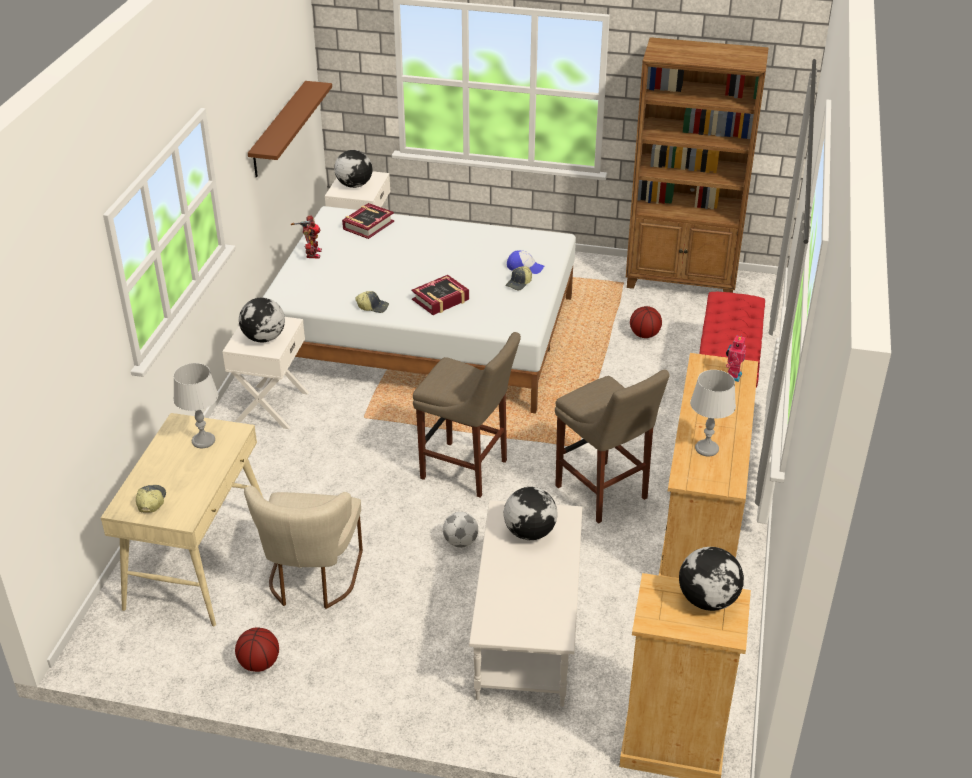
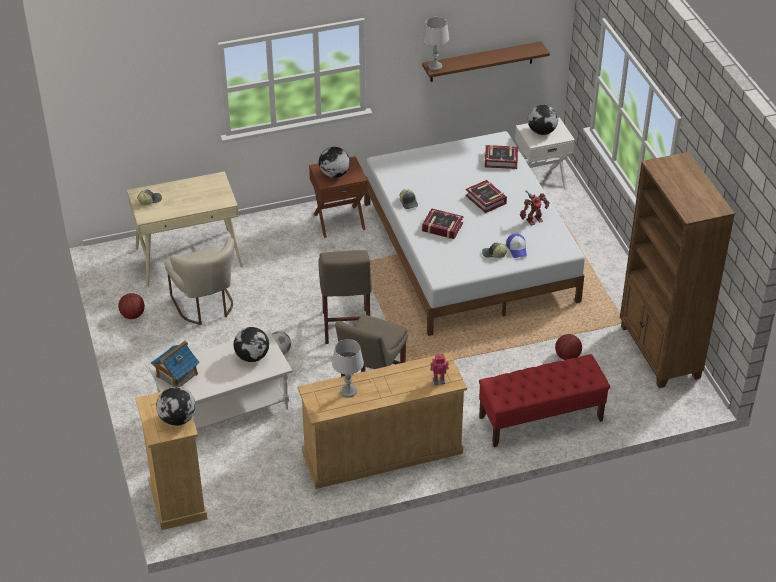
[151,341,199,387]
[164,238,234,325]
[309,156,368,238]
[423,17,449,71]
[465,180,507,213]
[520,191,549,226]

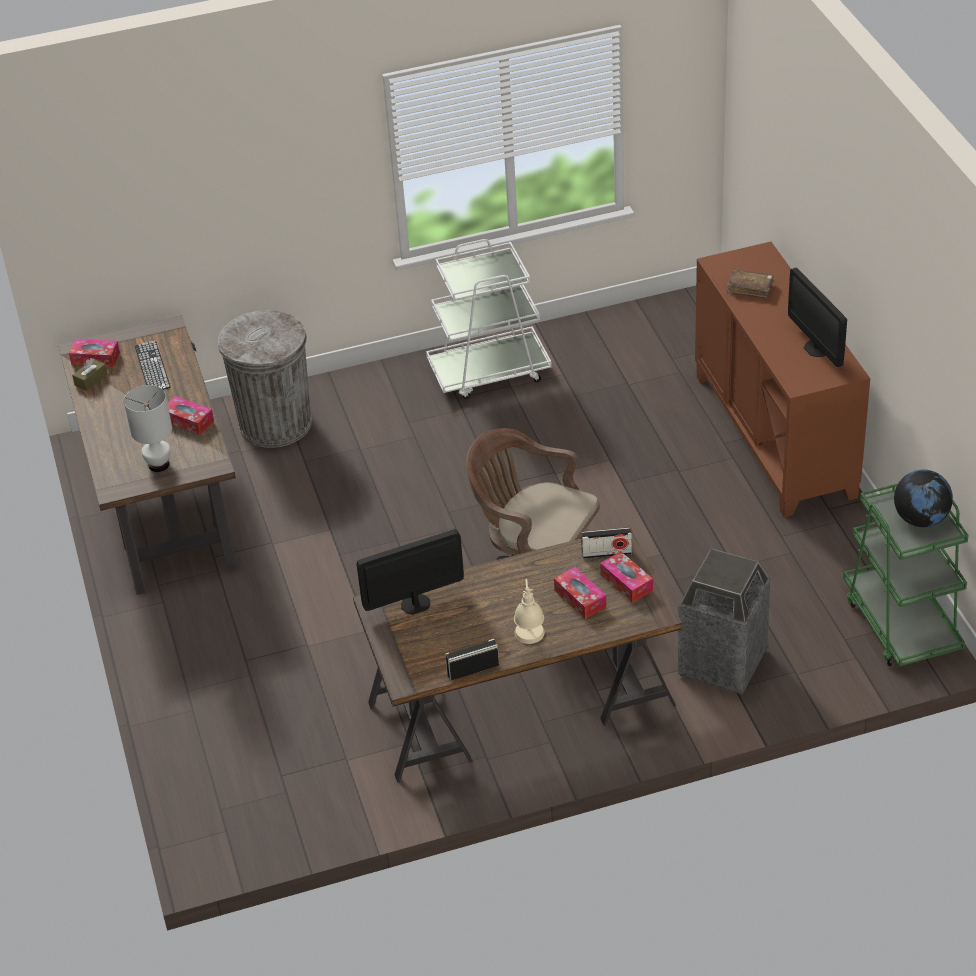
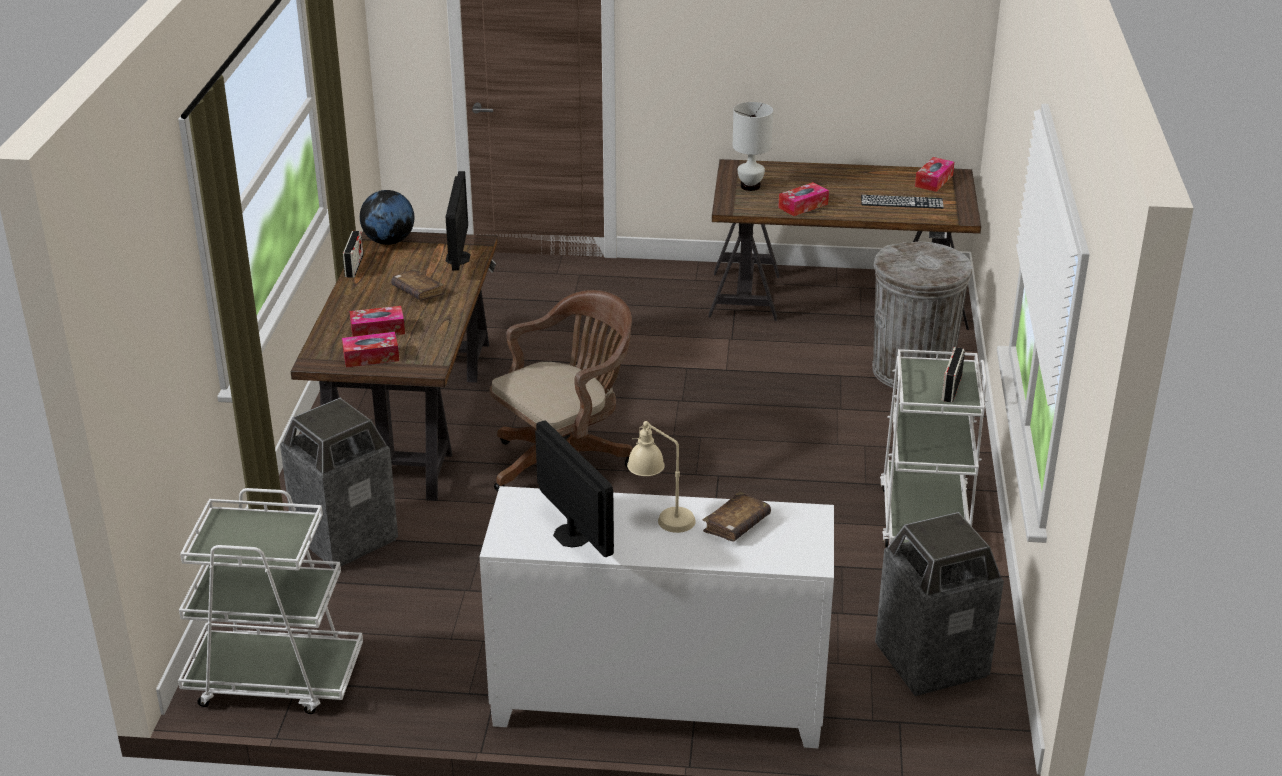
[178,488,363,714]
[360,190,414,245]
[391,269,444,301]
[480,486,834,748]
[535,420,614,557]
[627,421,696,533]
[875,512,1004,696]
[942,347,965,402]
[72,358,108,391] (first image)

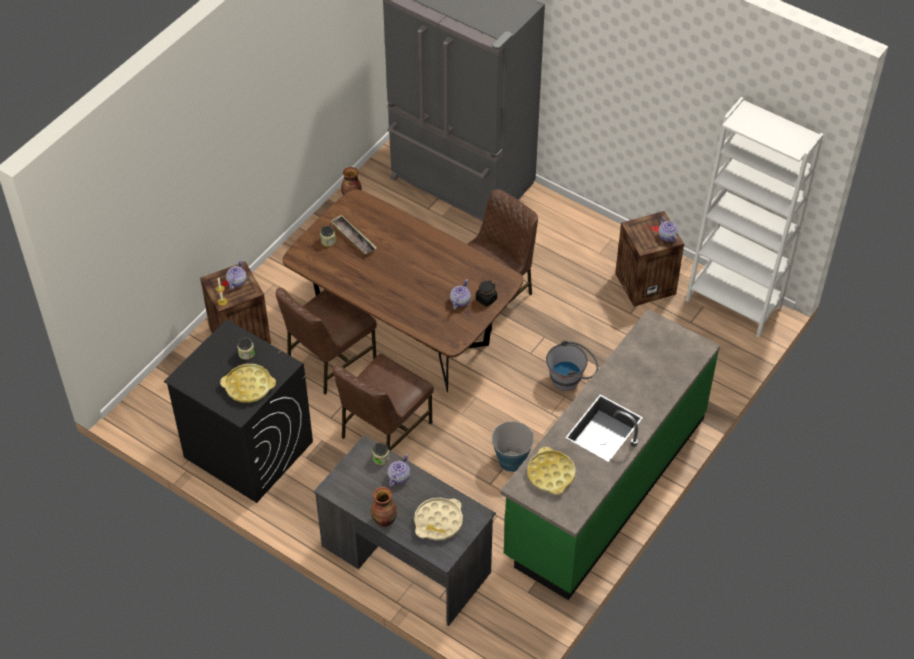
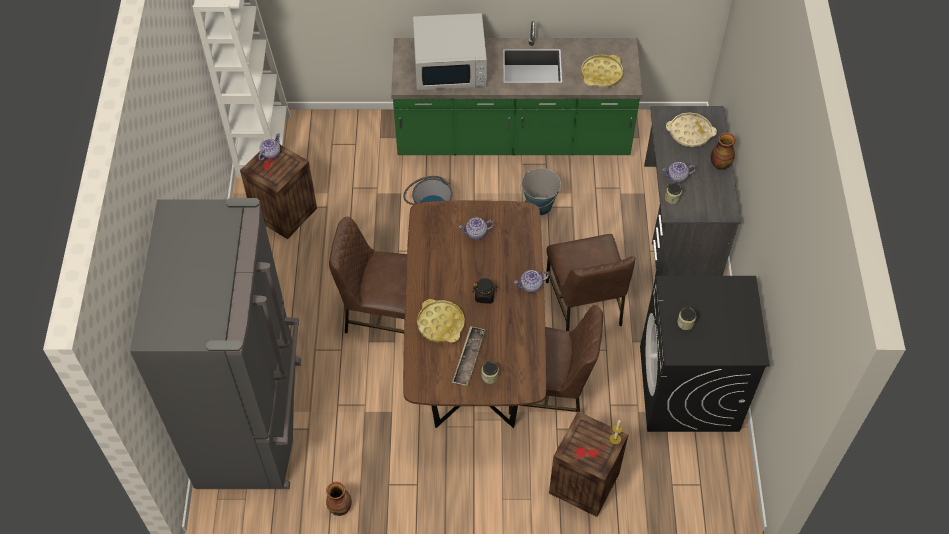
[413,13,487,90]
[417,299,465,343]
[473,278,497,304]
[514,270,549,293]
[546,234,635,331]

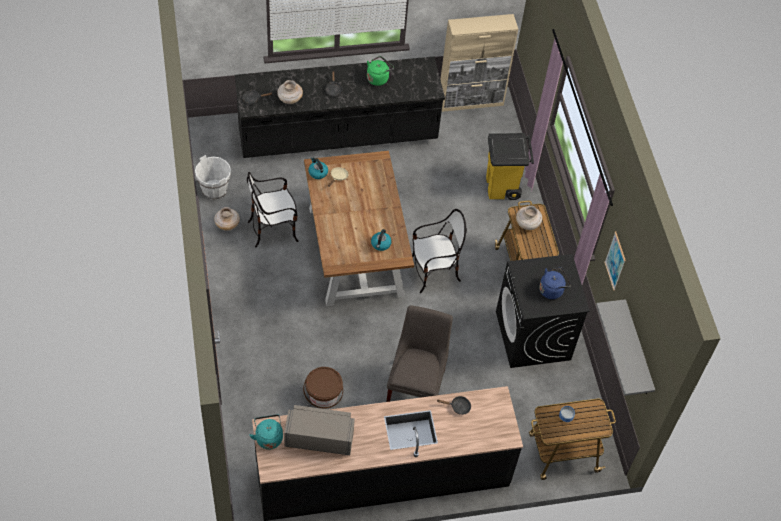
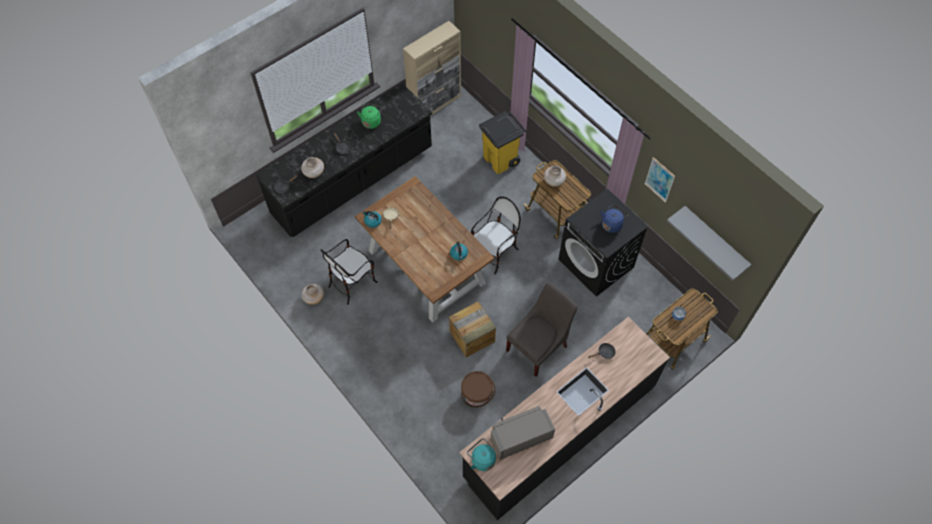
[449,301,496,358]
[506,282,578,377]
[195,155,231,200] (first image)

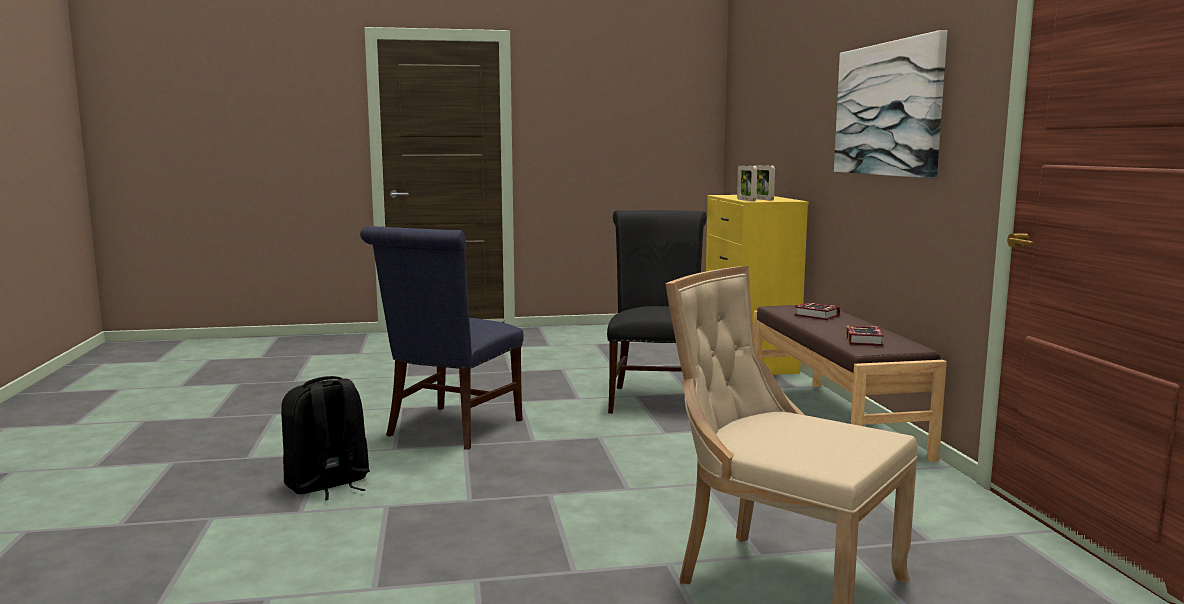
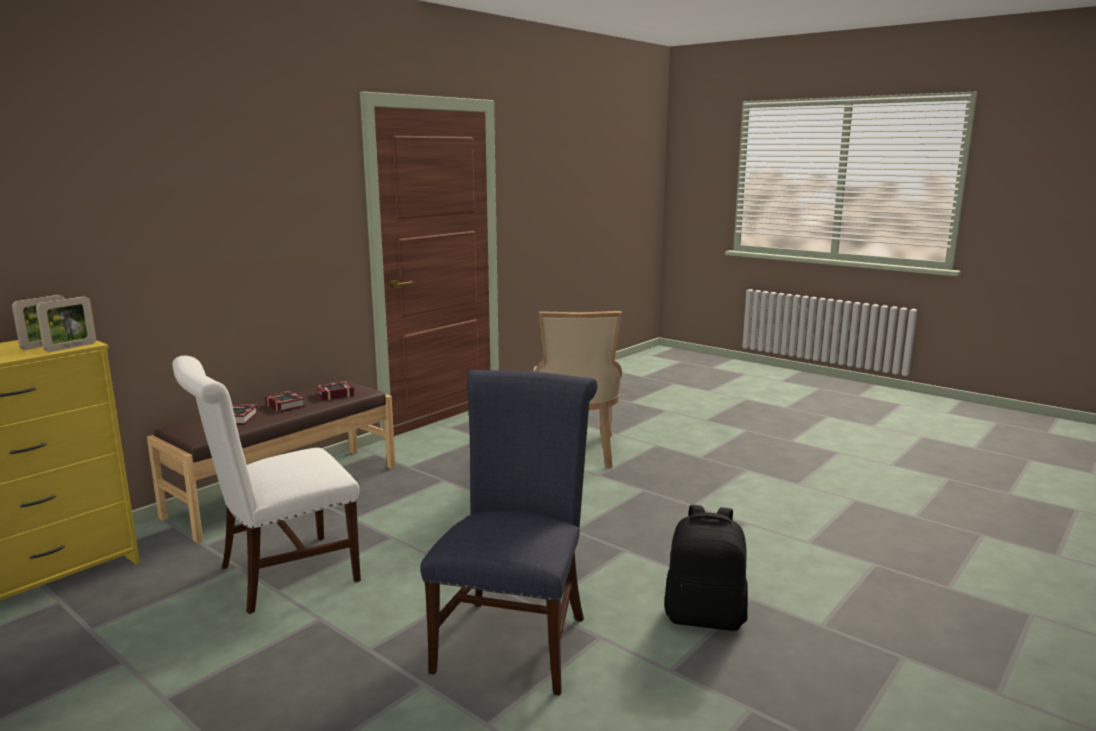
[172,356,361,614]
[265,391,306,412]
[421,370,597,696]
[834,30,948,178] (first image)

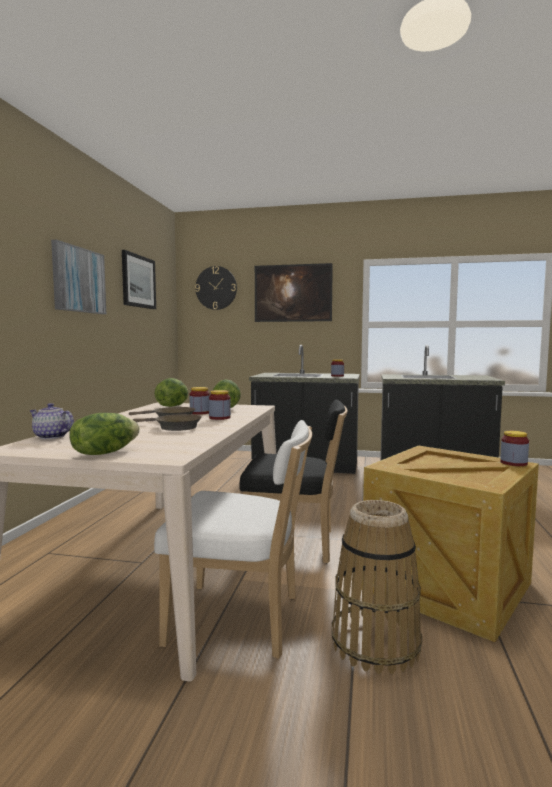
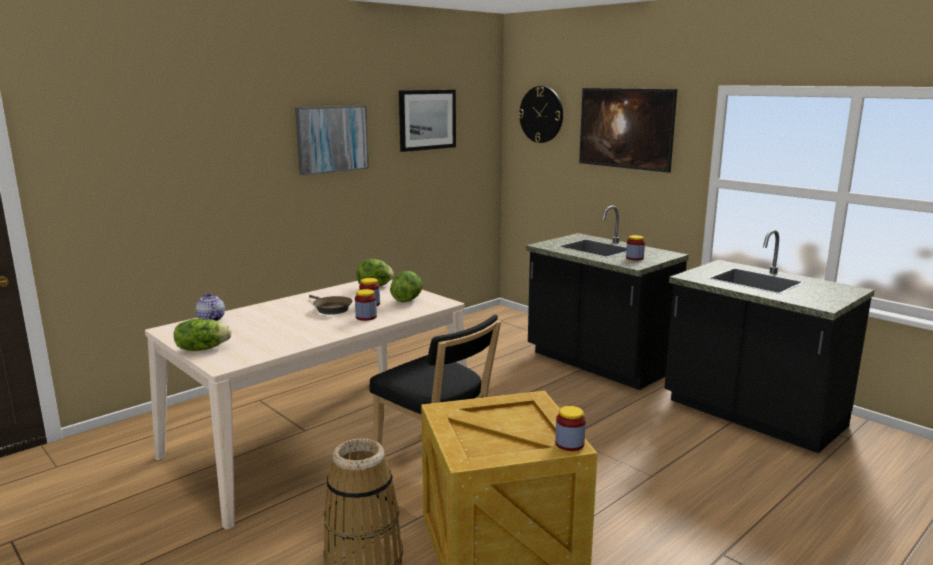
[133,414,202,431] (first image)
[154,420,312,659] (first image)

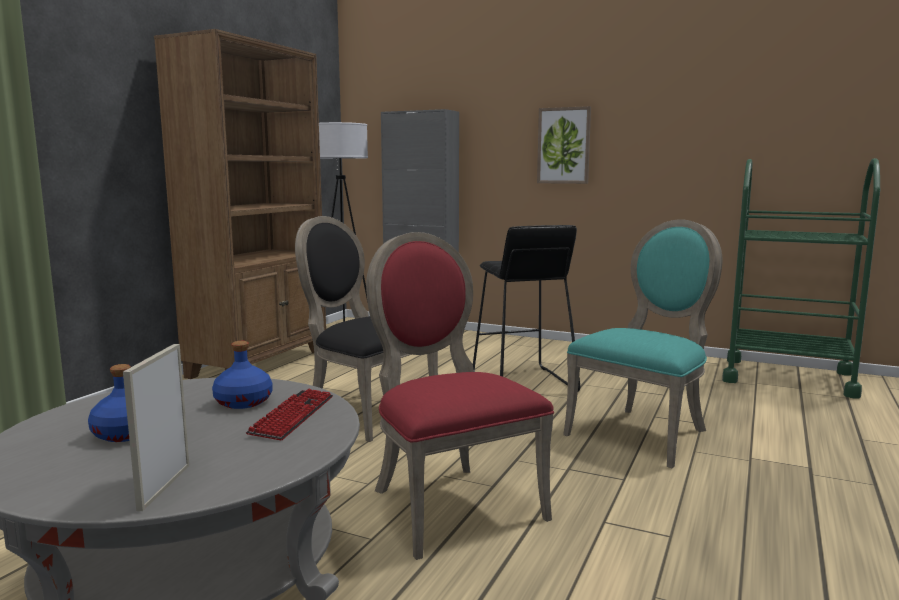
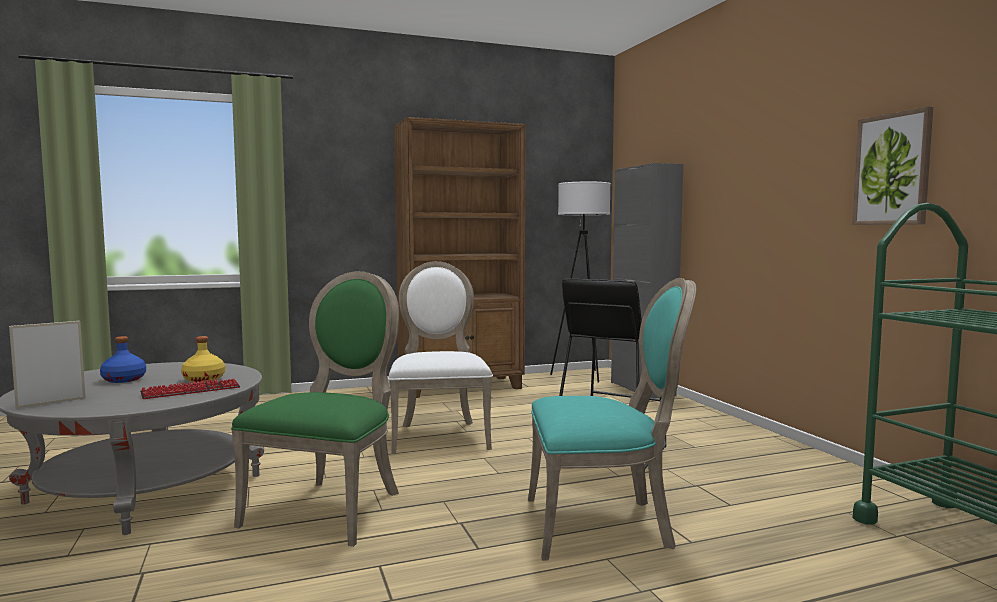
[181,336,225,383]
[231,271,399,547]
[388,261,493,454]
[852,106,933,225]

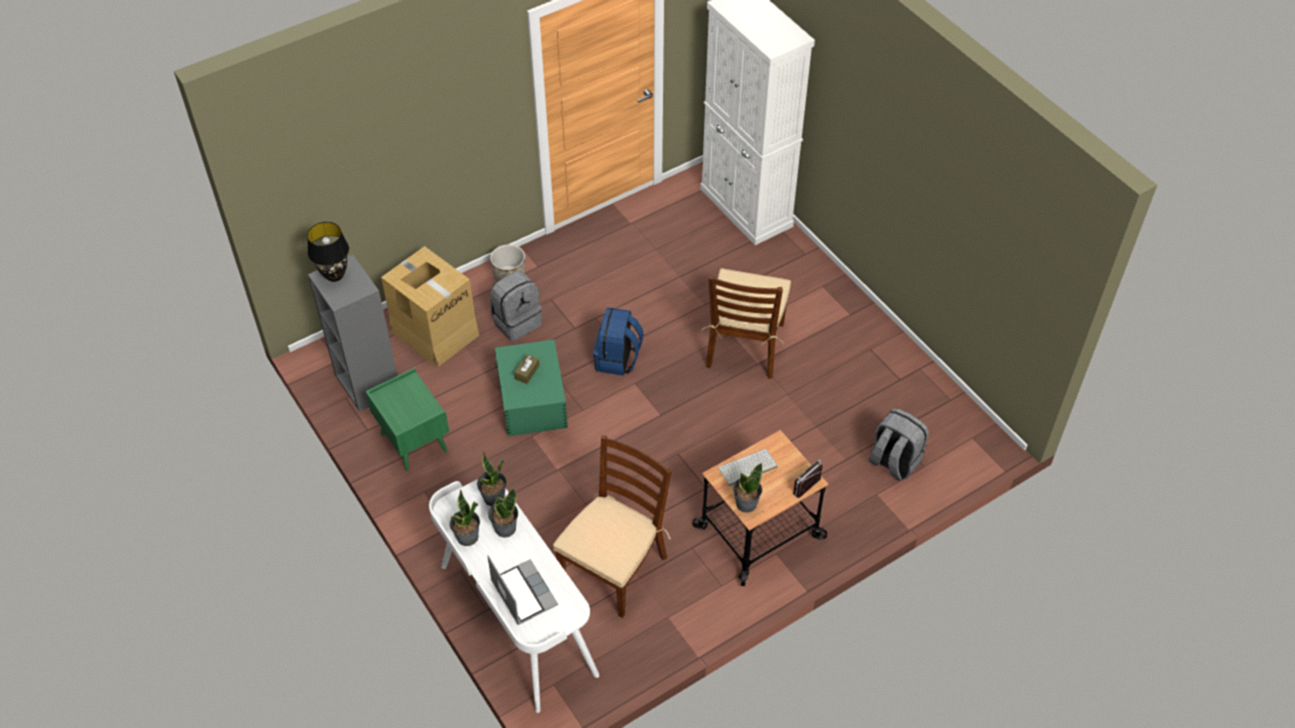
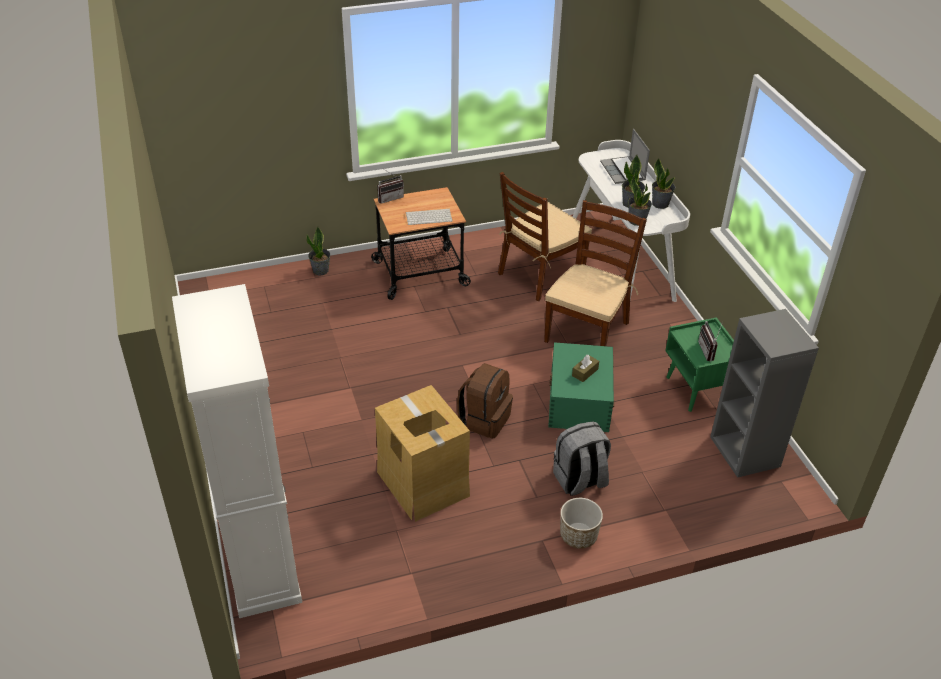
[306,226,331,275]
[375,385,470,522]
[457,363,513,439]
[544,200,647,346]
[698,321,723,361]
[307,222,349,282] (first image)
[869,408,929,481] (first image)

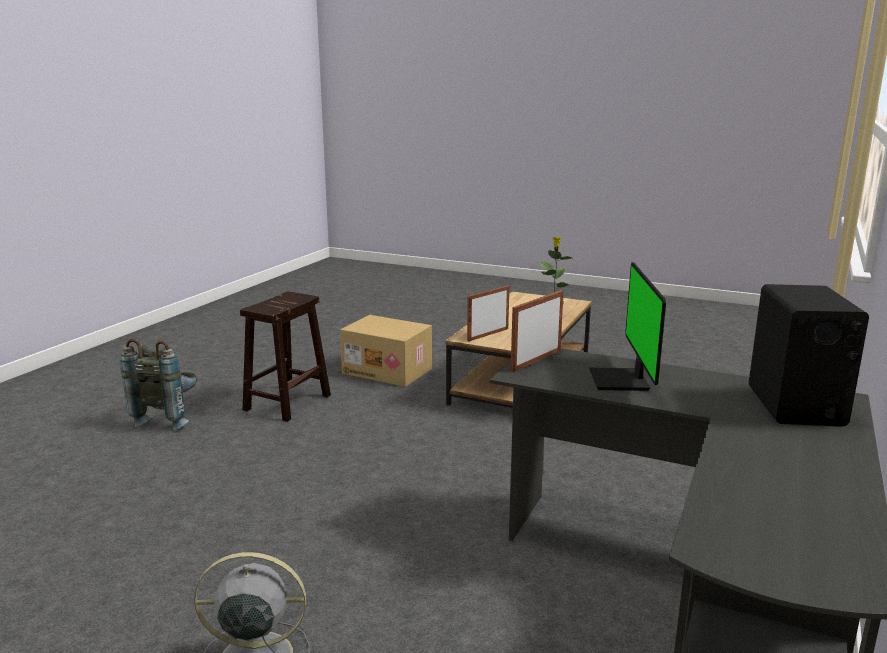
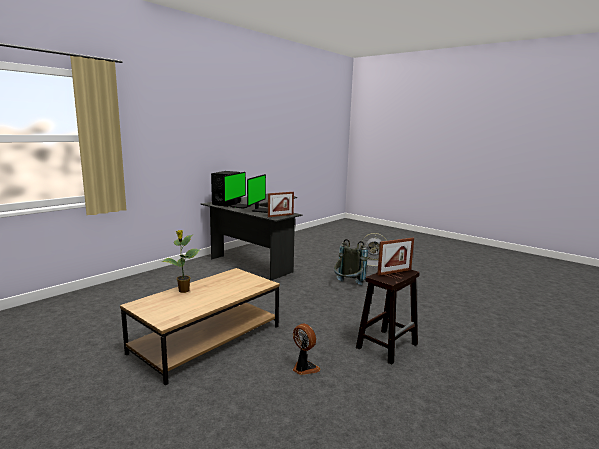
[223,172,250,209]
[293,323,321,375]
[334,239,368,285]
[377,238,414,276]

